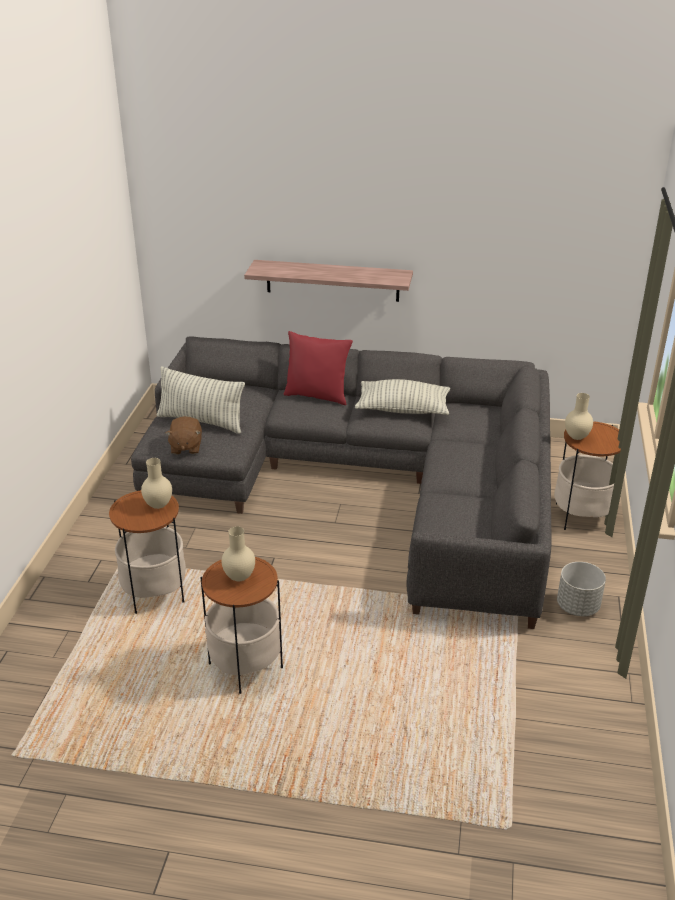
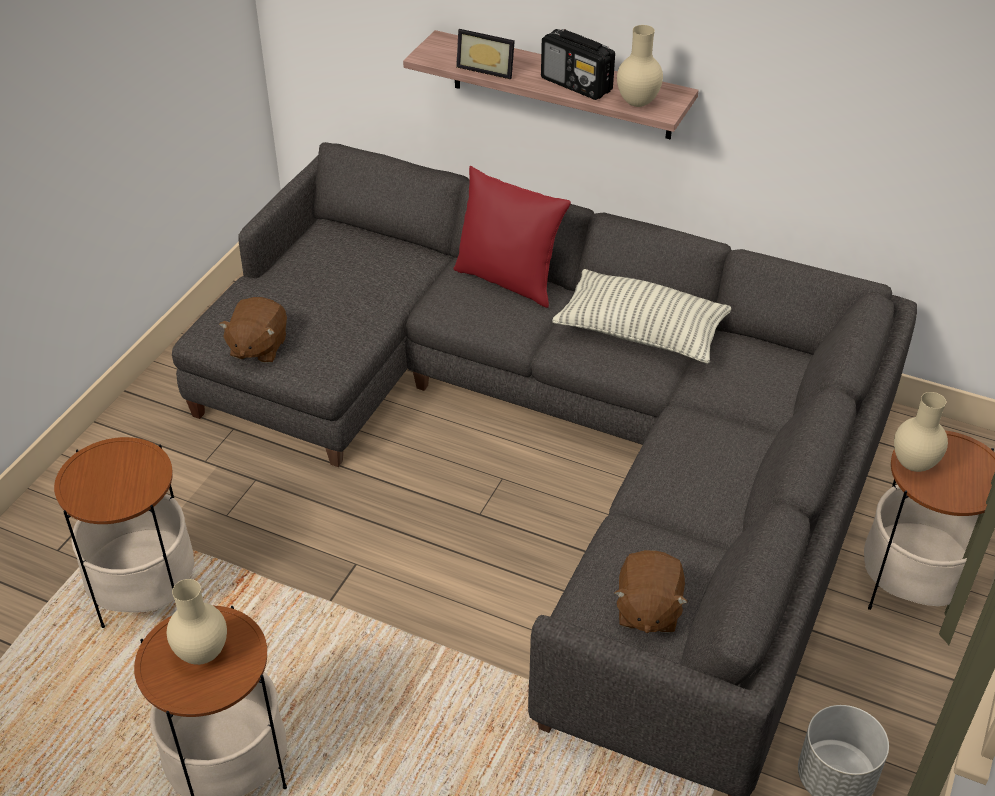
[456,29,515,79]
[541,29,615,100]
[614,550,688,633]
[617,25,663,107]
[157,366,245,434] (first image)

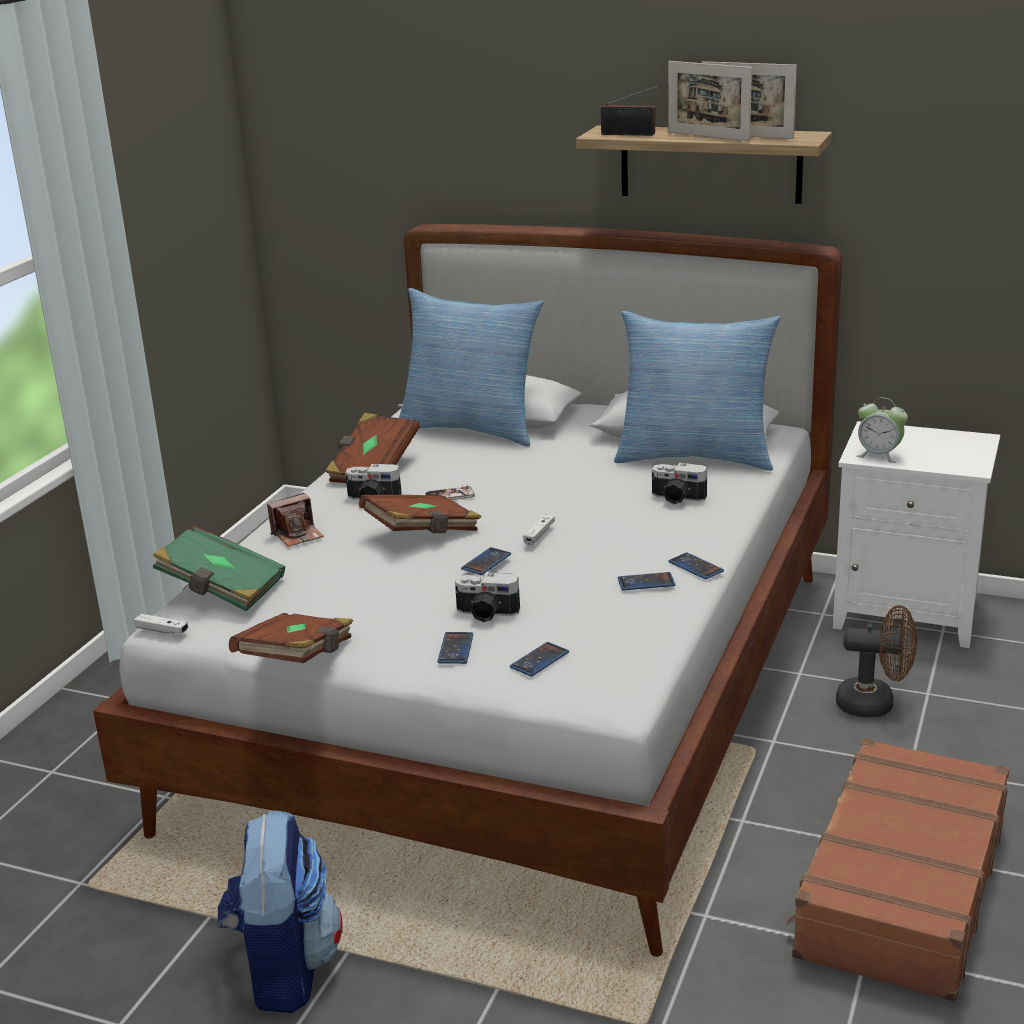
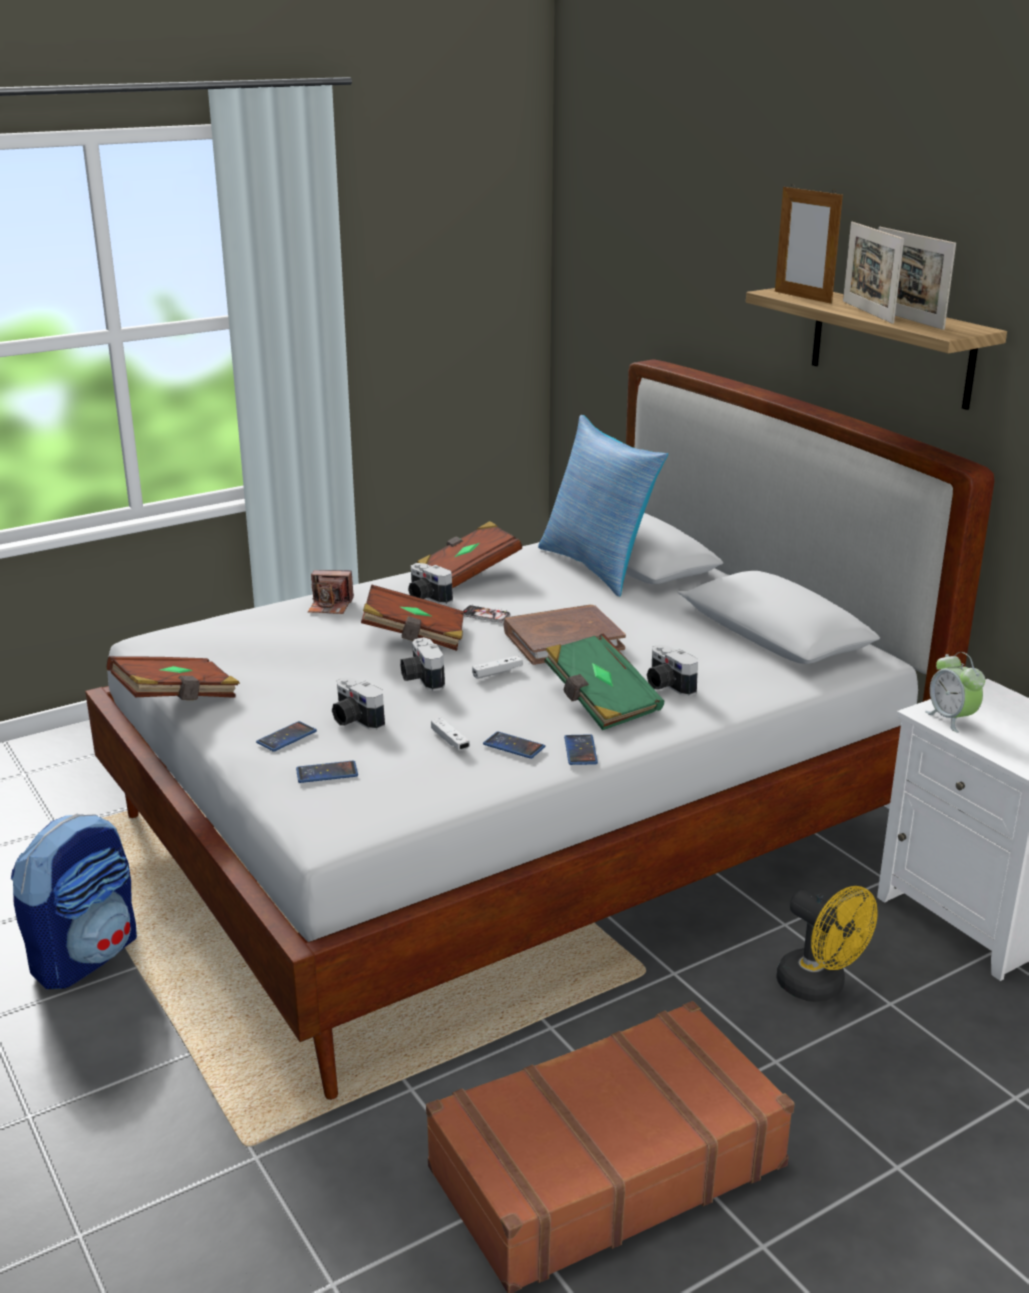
[400,637,445,691]
[431,718,470,750]
[504,605,626,665]
[544,633,664,730]
[775,184,843,304]
[776,886,878,1002]
[614,311,780,471] (first image)

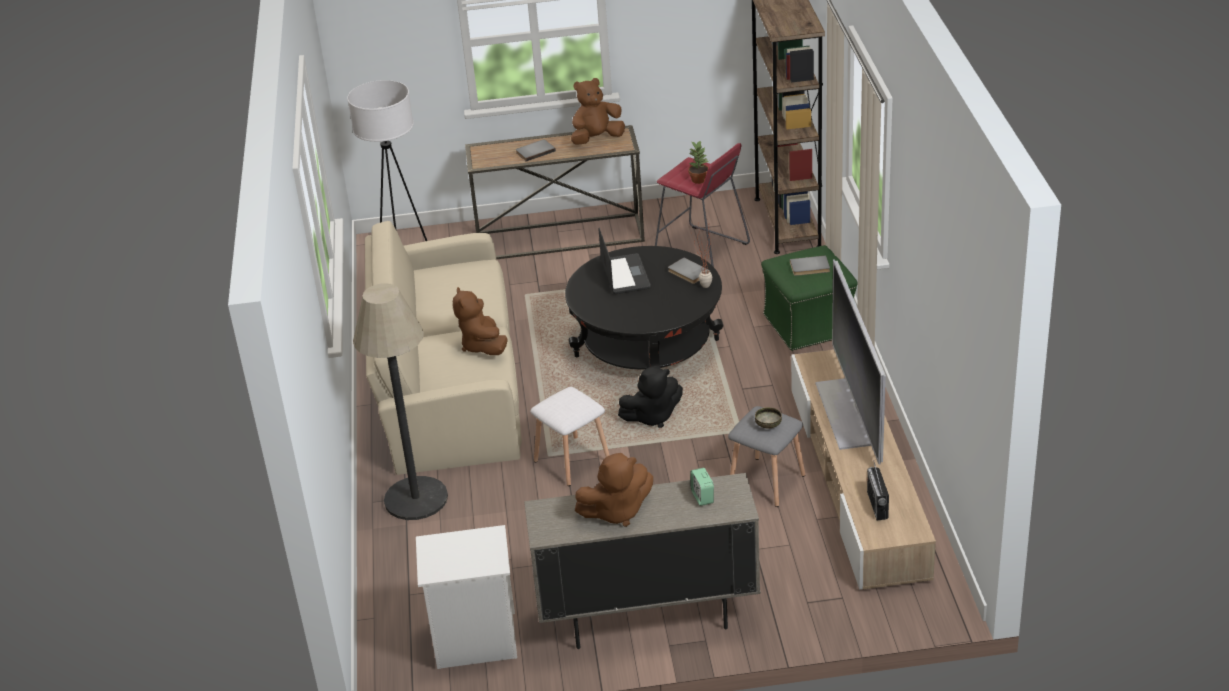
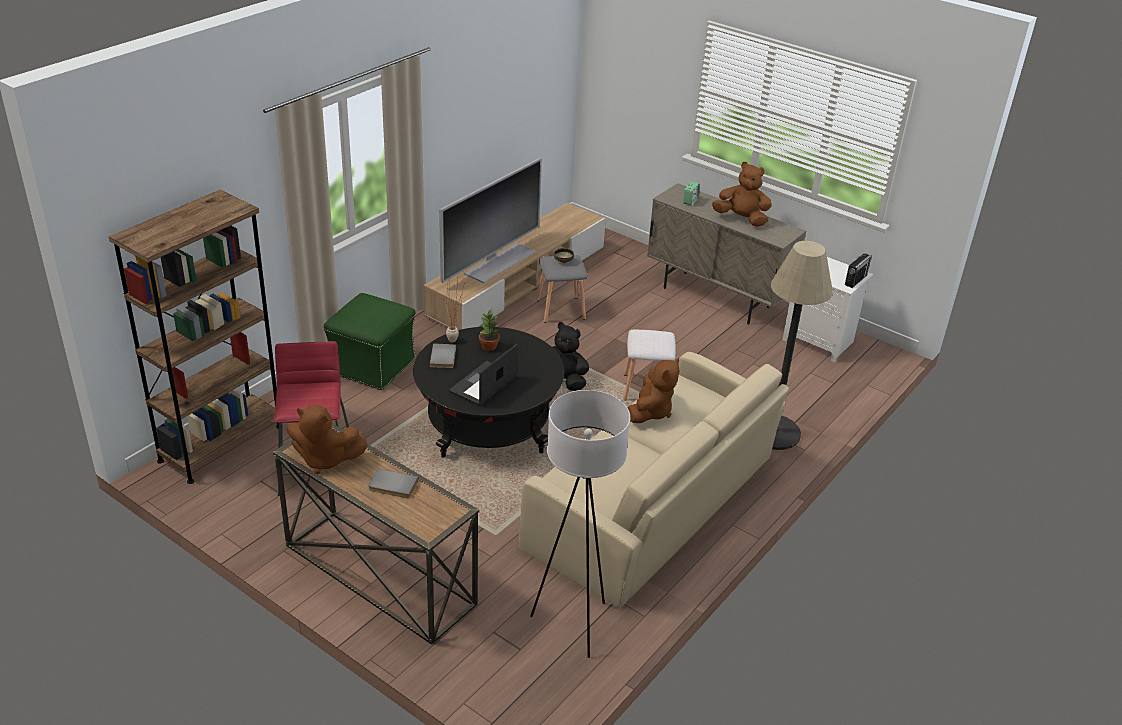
[479,309,500,351]
[845,254,872,288]
[790,255,830,276] (first image)

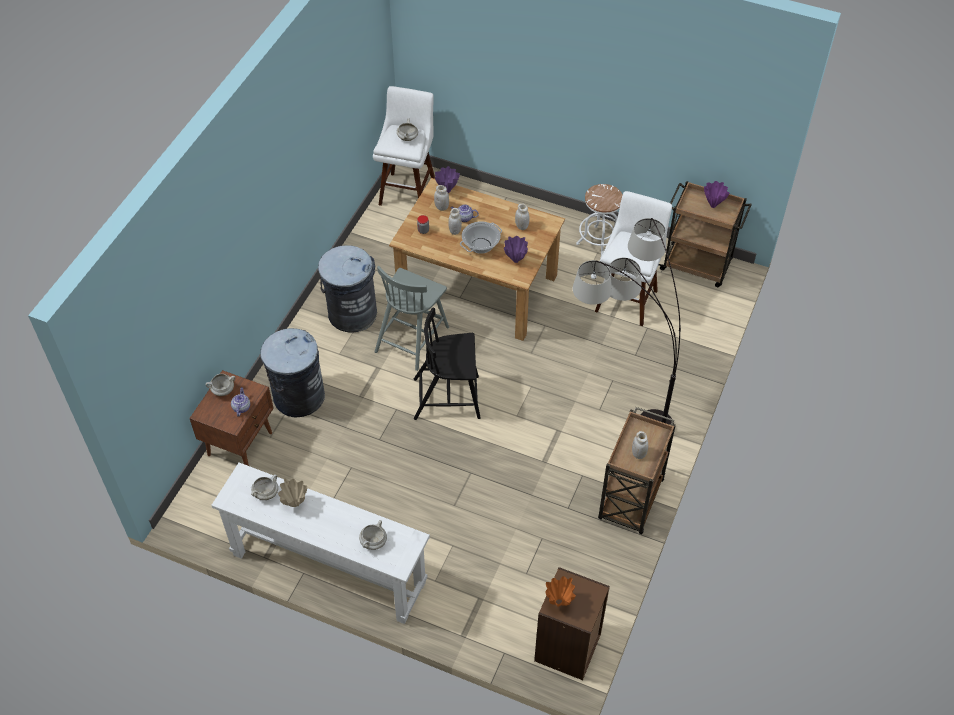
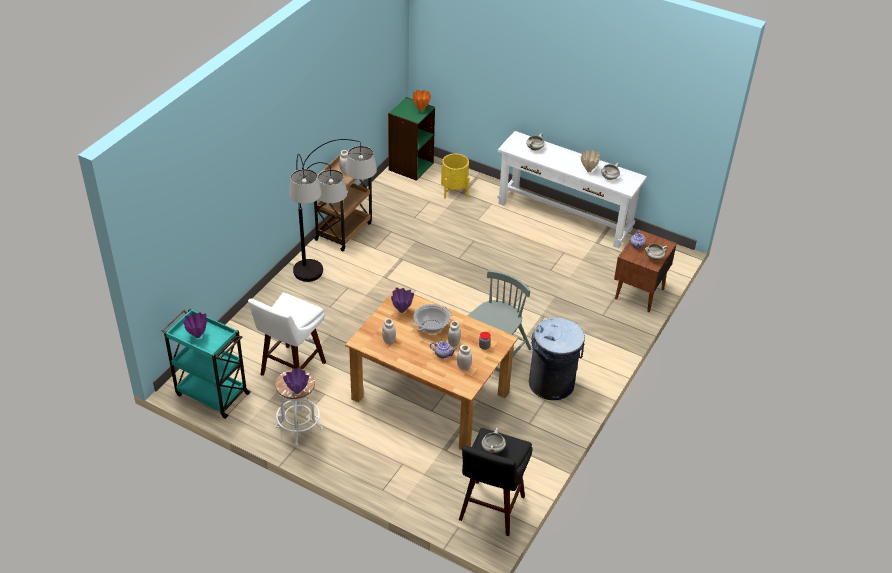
[161,309,251,419]
[283,367,309,394]
[388,97,435,181]
[441,153,469,199]
[459,428,533,536]
[260,328,325,417] (first image)
[414,308,481,420] (first image)

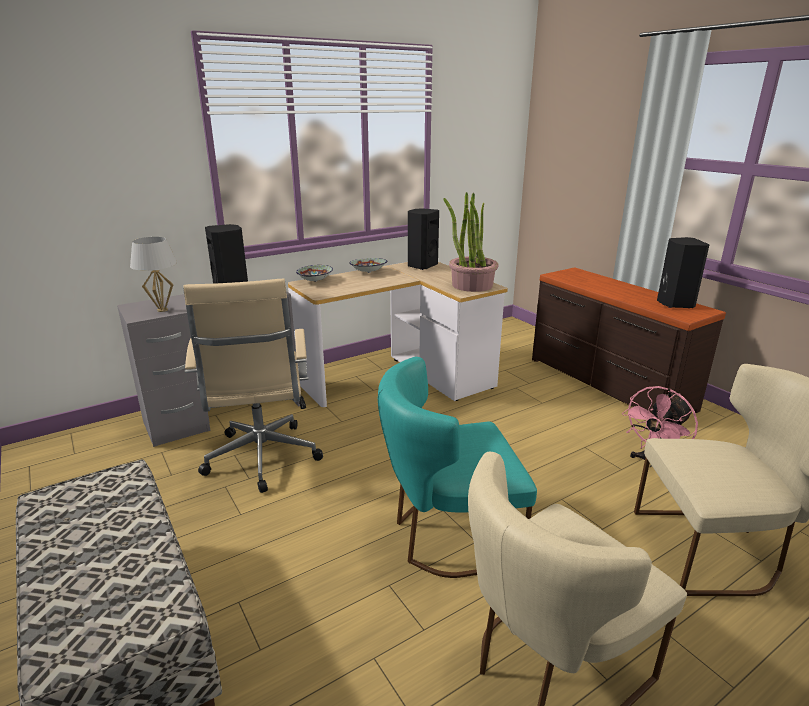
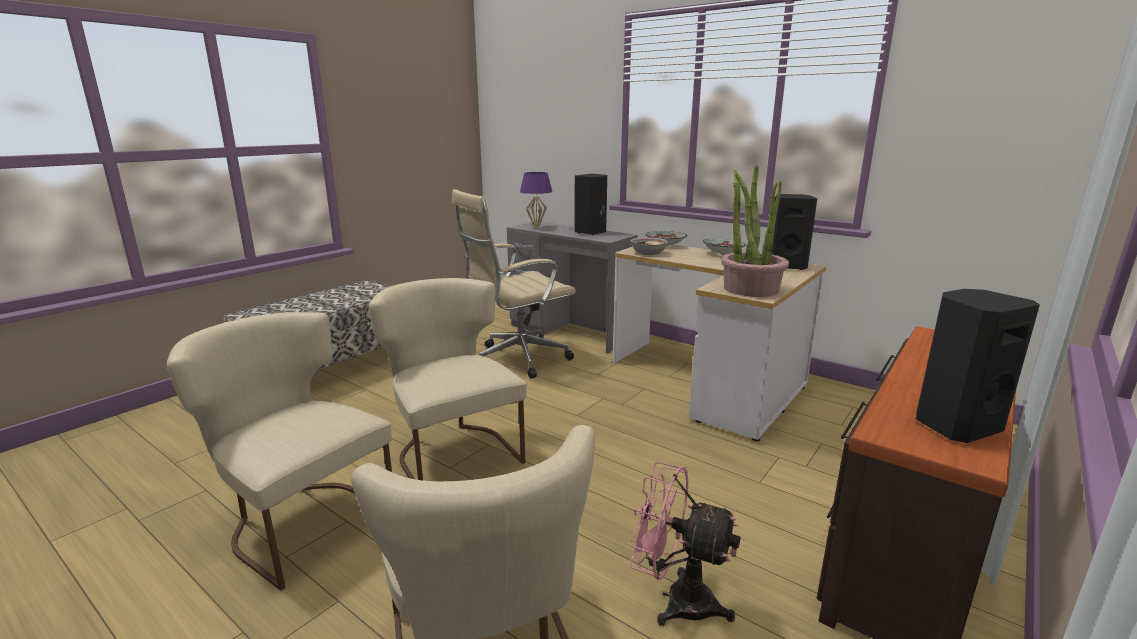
[369,278,527,480]
[520,172,552,229]
[631,237,668,255]

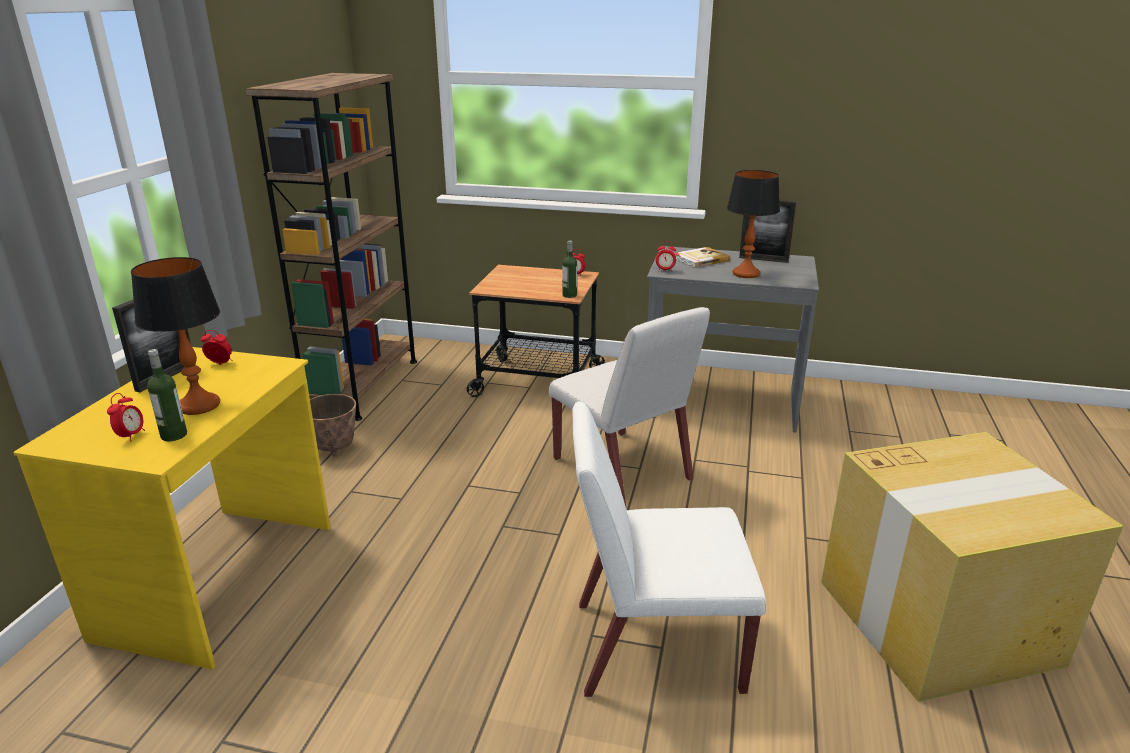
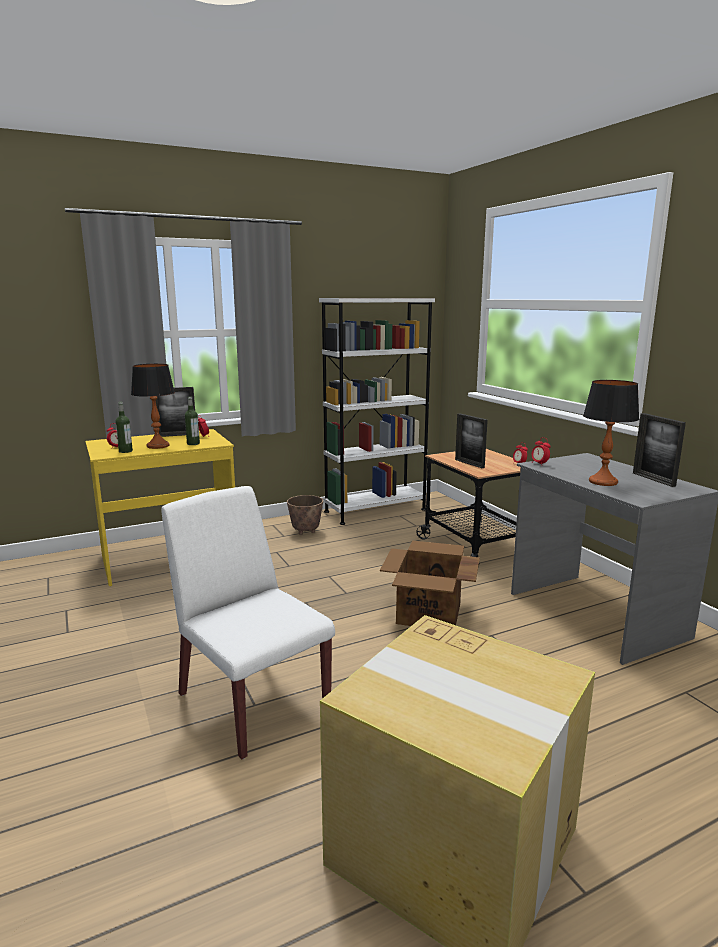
[185,397,200,445]
[319,298,435,525]
[380,541,480,626]
[455,414,488,468]
[674,247,730,268] (first image)

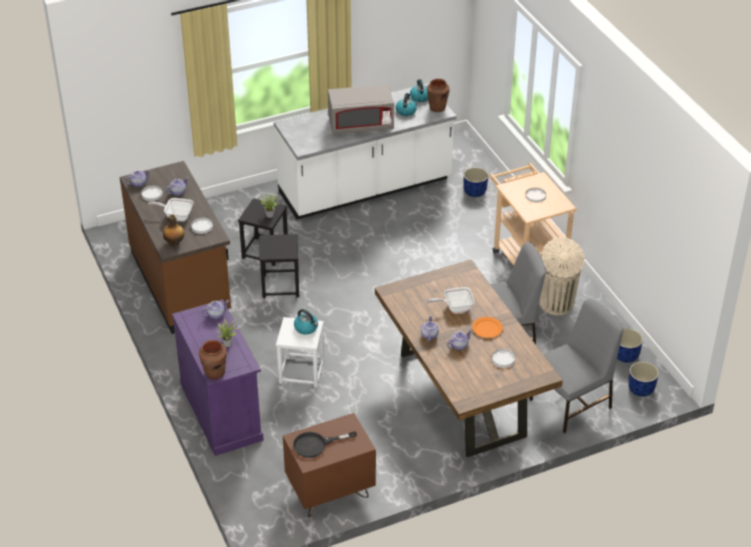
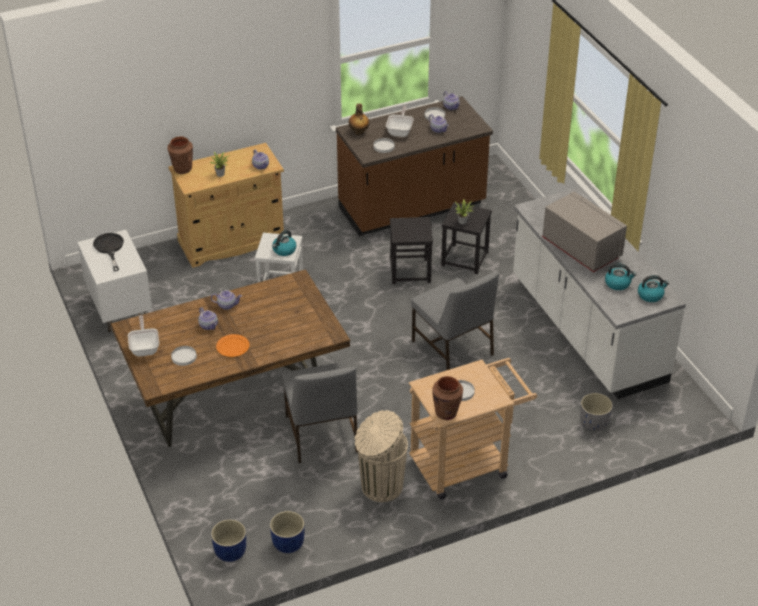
[77,230,152,333]
[128,315,159,356]
[169,143,286,268]
[411,271,499,370]
[432,376,463,420]
[542,191,627,272]
[580,393,613,431]

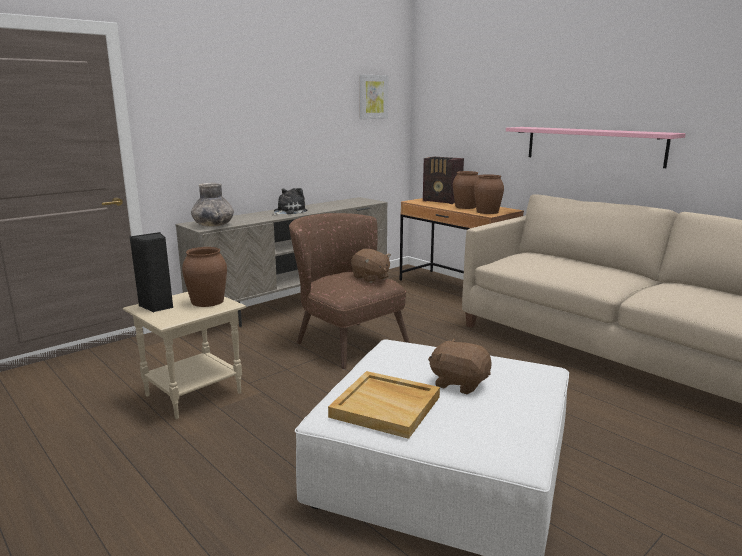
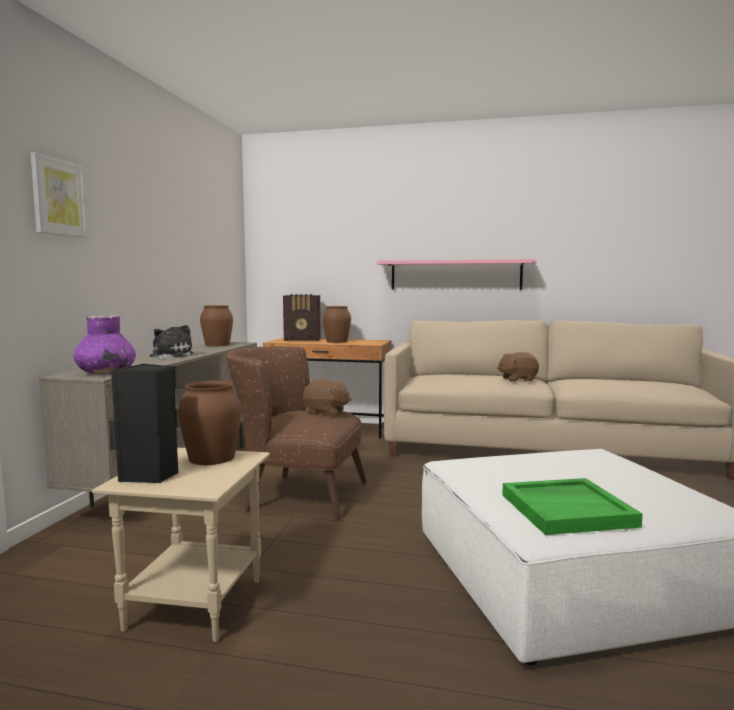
[31,152,88,238]
[73,315,136,374]
[200,305,233,346]
[497,352,539,382]
[502,478,643,535]

